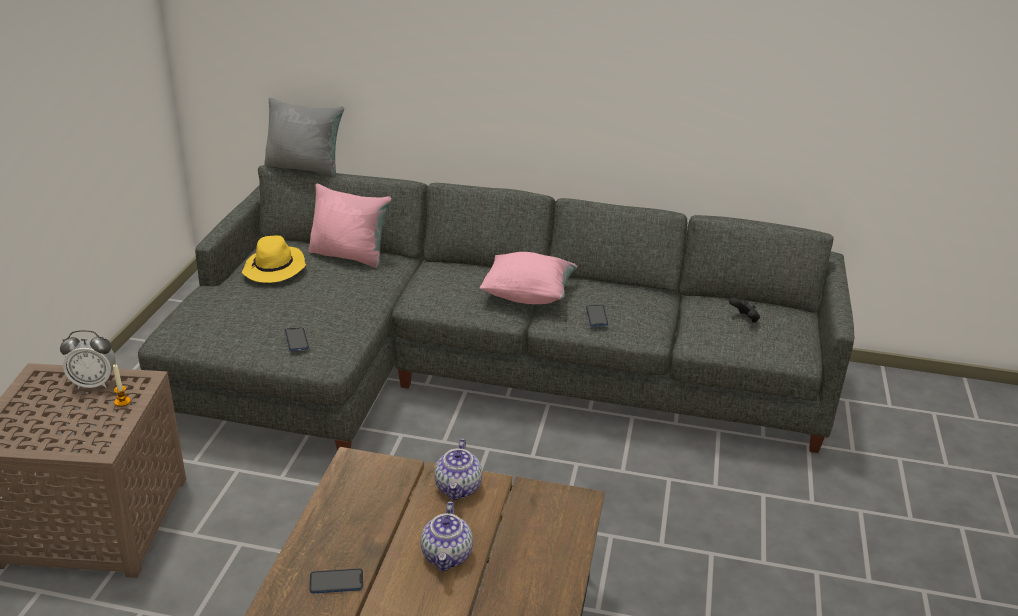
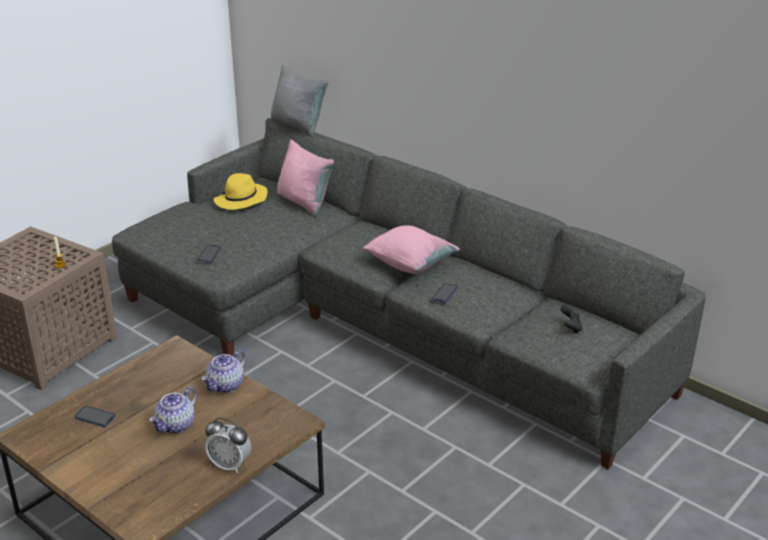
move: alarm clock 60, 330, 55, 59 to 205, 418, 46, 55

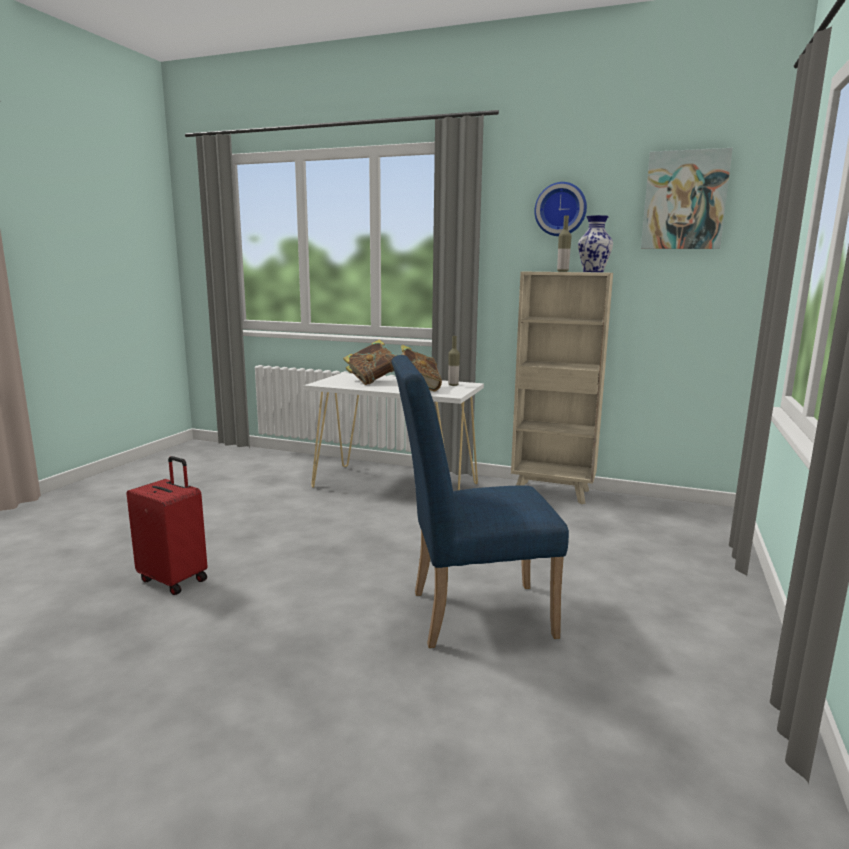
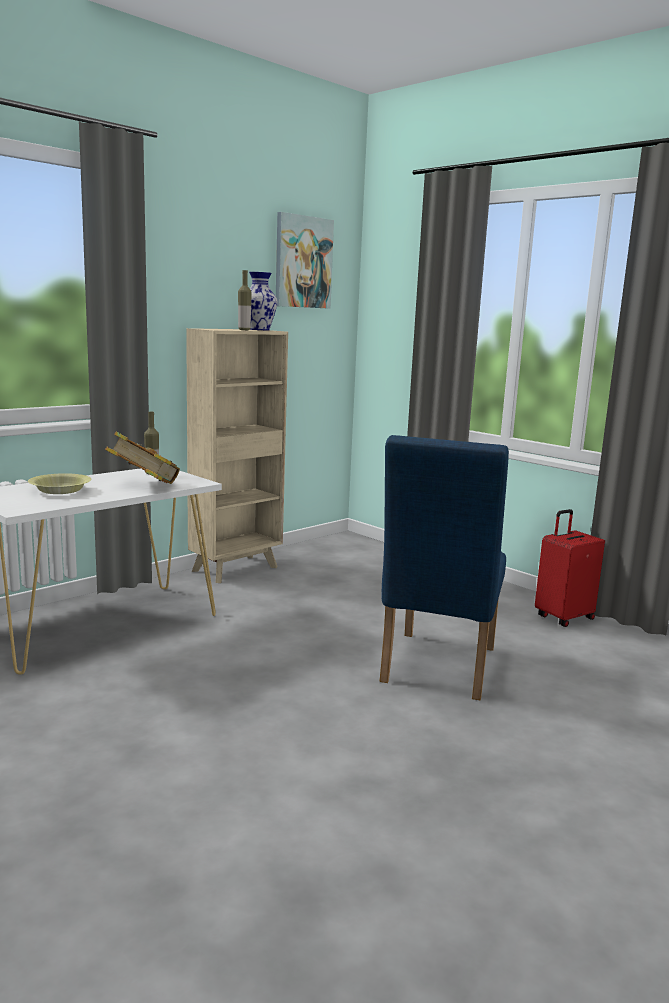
delete: wall clock 534, 182, 53, 54
move: red suitcase 127, 456, 80, 139 to 535, 509, 70, 118
replace: book 343, 339, 53, 46 to yellow bowl 28, 473, 64, 21

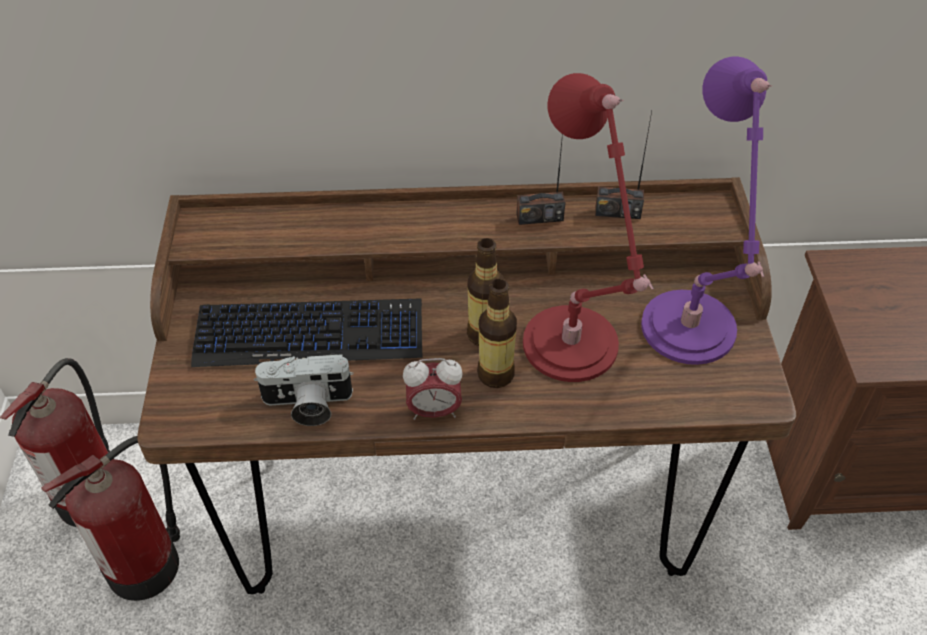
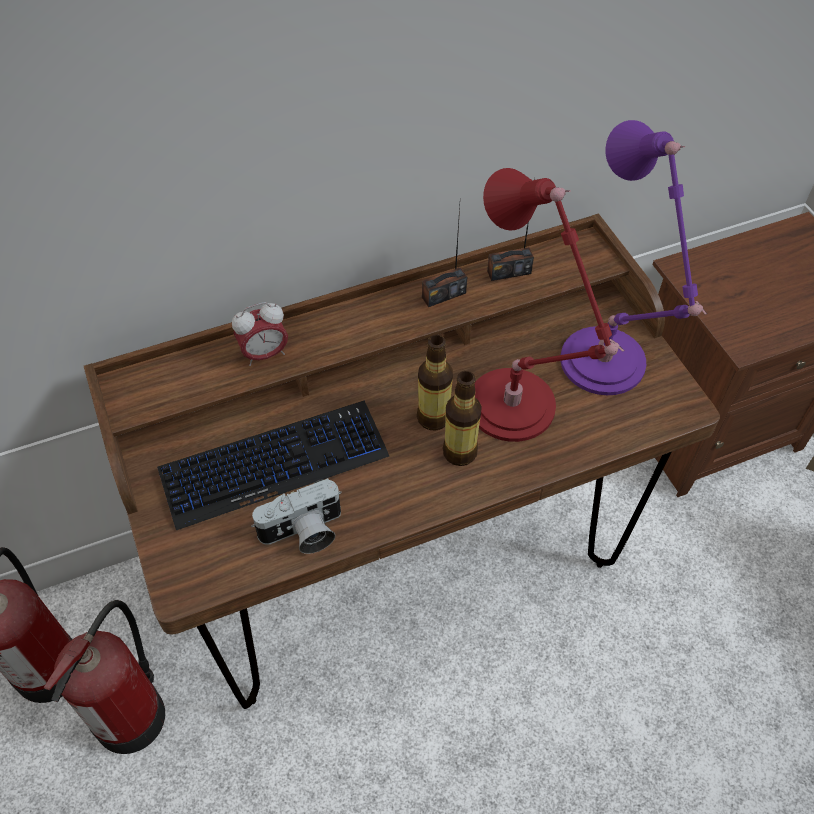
move: alarm clock 403, 358, 60, 62 to 232, 302, 56, 64

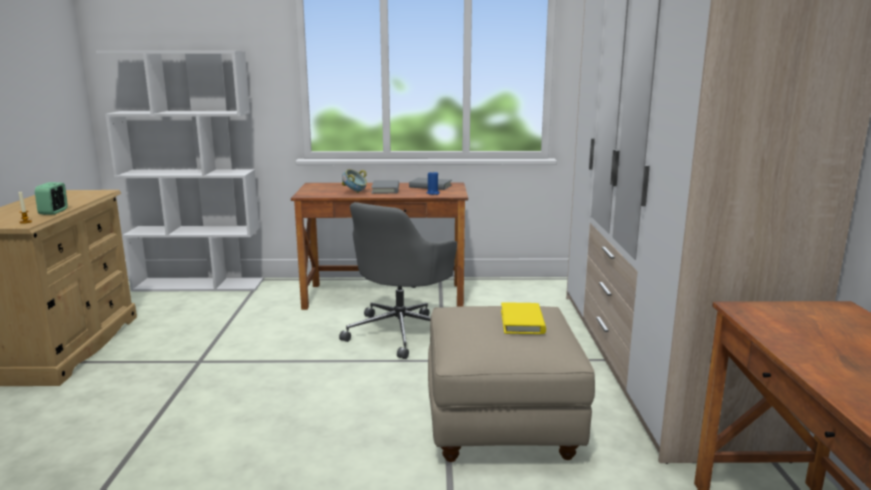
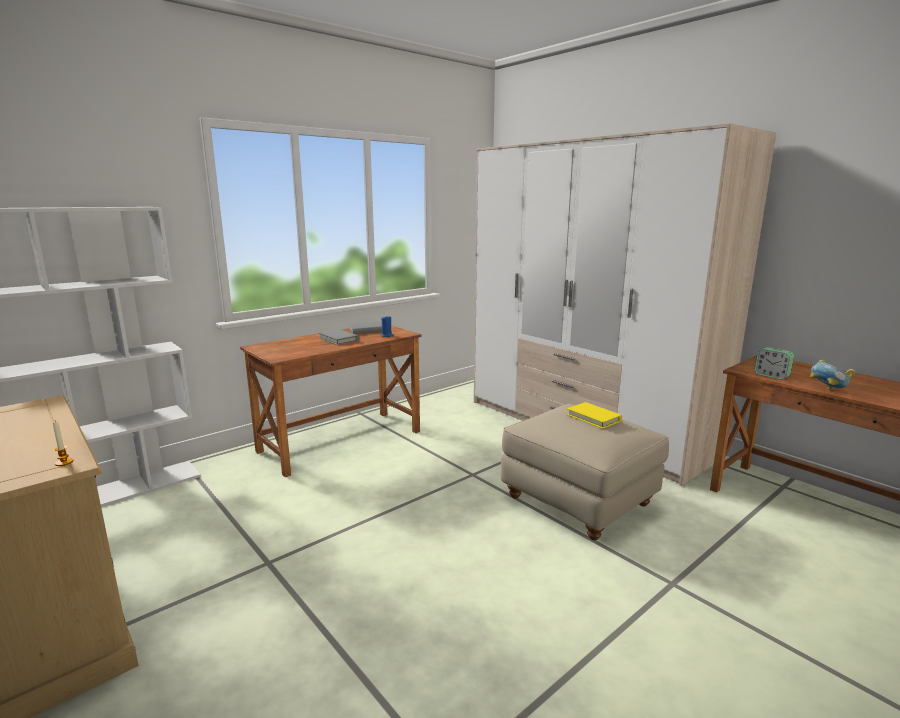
delete: grey office chair 339, 202, 118, 157
move: alarm clock 35, 182, 33, 33 to 754, 347, 40, 32; bowl 342, 169, 25, 24 to 810, 360, 45, 30

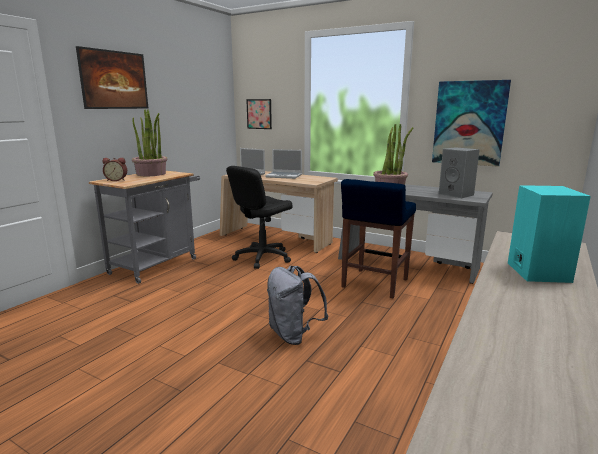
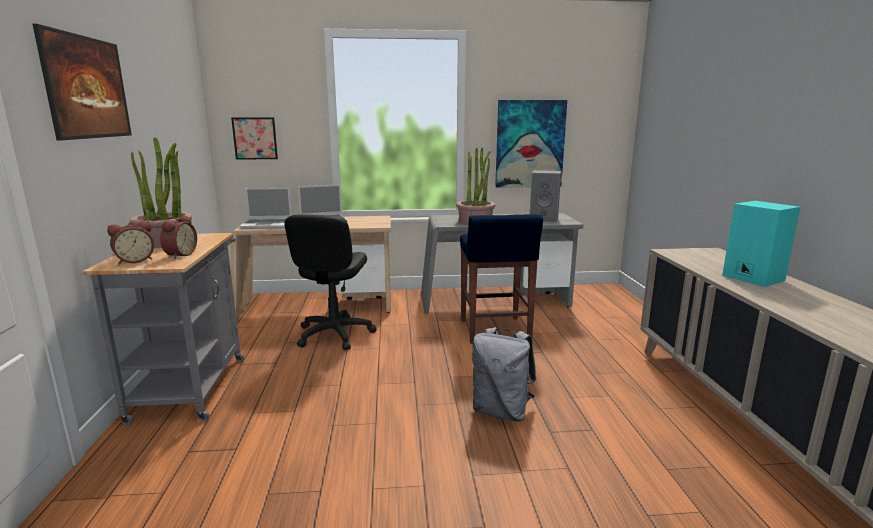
insert: alarm clock 160, 215, 37, 44

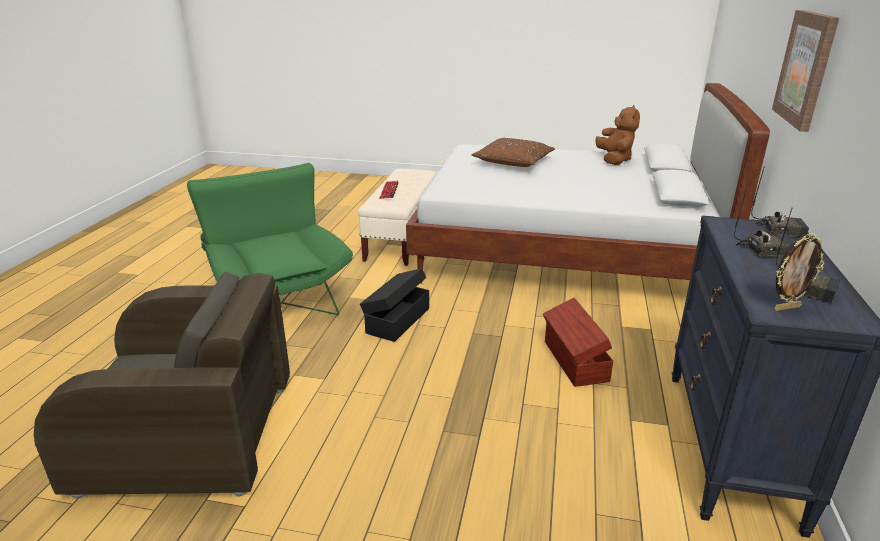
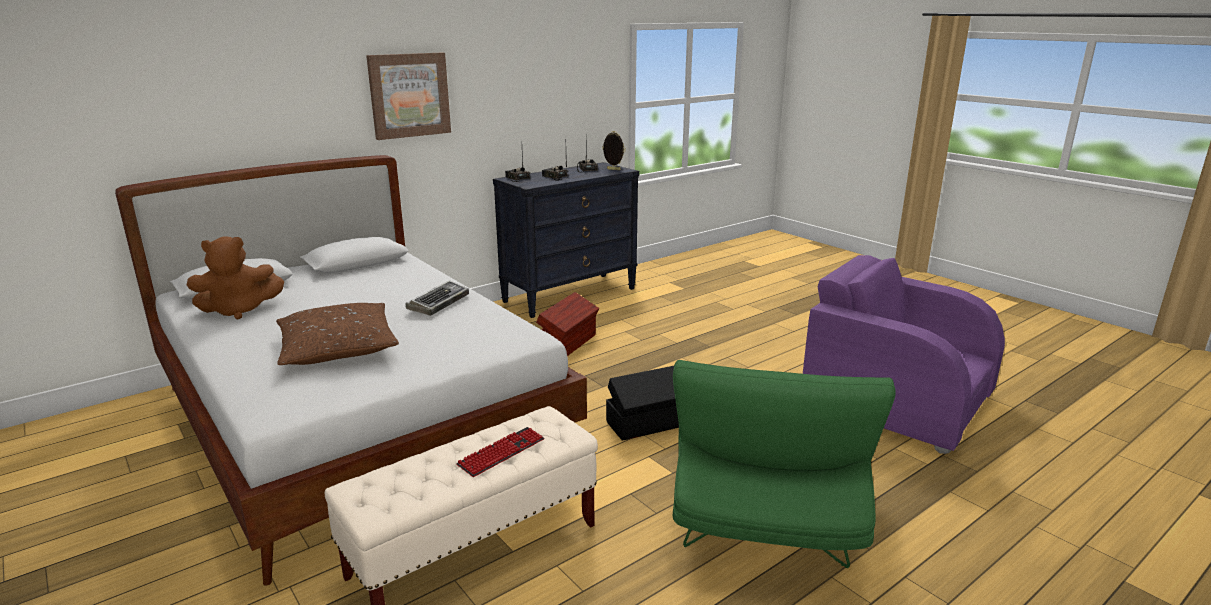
insert: keyboard 405, 280, 64, 36
recolor: brown armchair 34, 272, 256, 227 to purple armchair 803, 255, 202, 199
rotate: brown plush toy 595, 105, 45, 60 = 187, 236, 97, 84 150 degrees counterclockwise

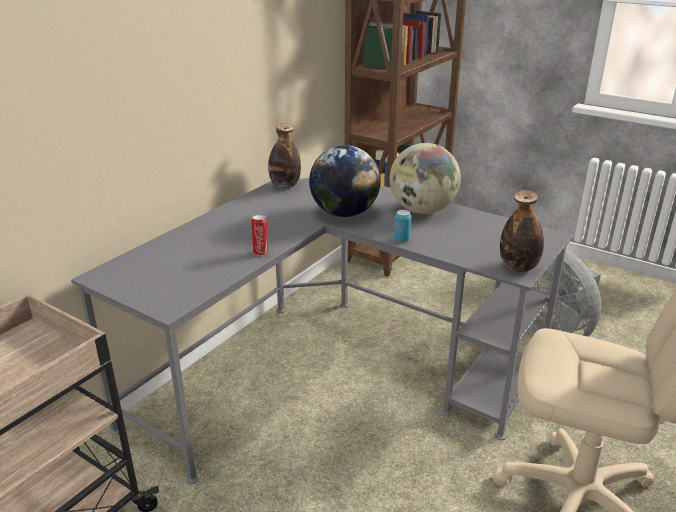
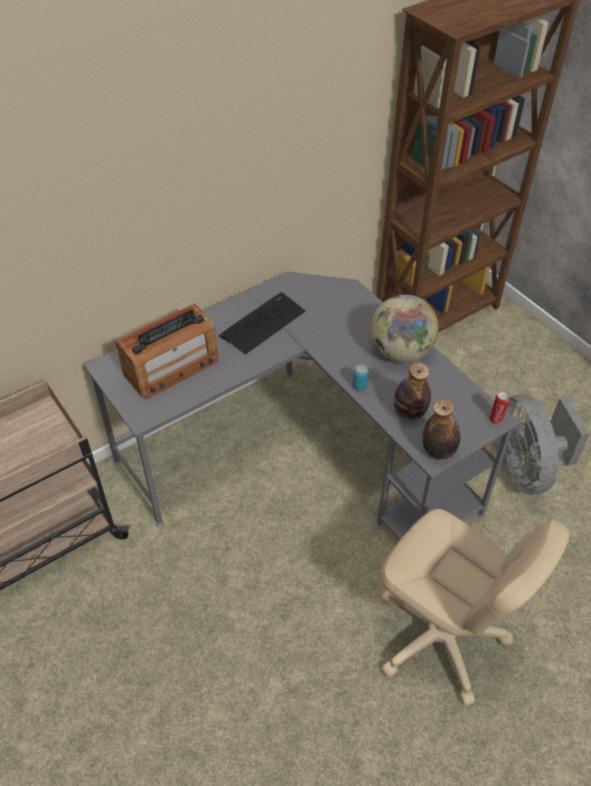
delete: globe 309, 145, 71, 72
insert: radio 115, 303, 104, 96; keyboard 219, 292, 86, 63
move: can 251, 215, 17, 41 to 490, 392, 20, 32; bottle 268, 123, 33, 65 to 394, 362, 37, 58

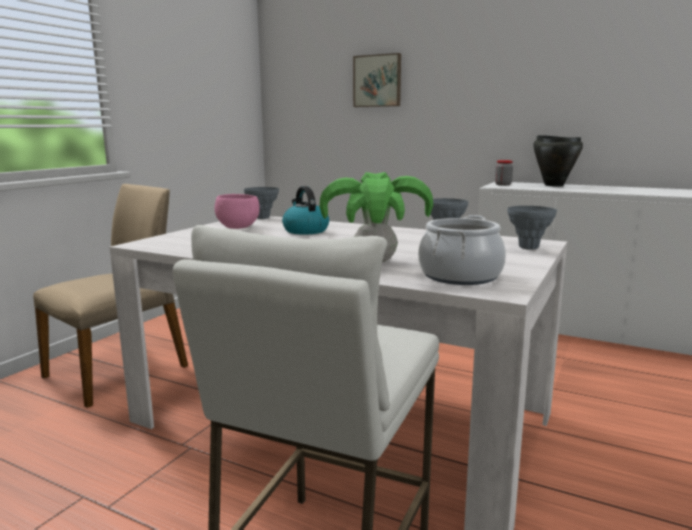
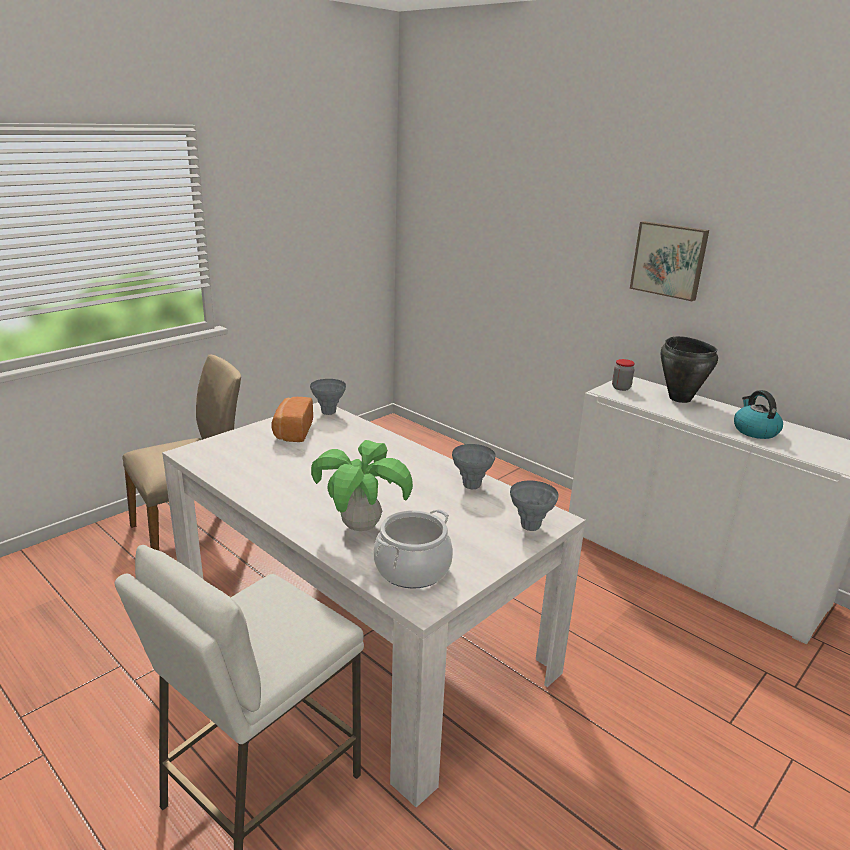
move: kettle 282, 186, 47, 49 to 734, 390, 49, 49; picture 353, 53, 48, 54 to 630, 221, 79, 80
replace: pink bowl 215, 194, 45, 35 to bread 272, 397, 41, 45

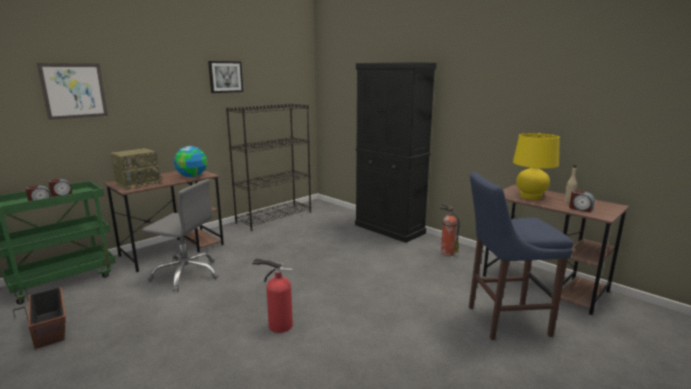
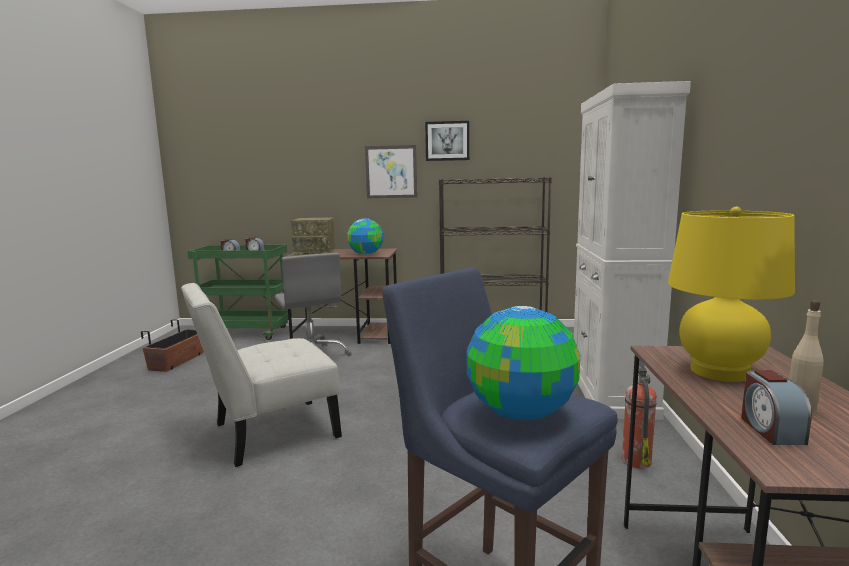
insert: globe 467, 306, 113, 114
move: picture 37, 63, 71, 57 to 365, 145, 52, 53
replace: fire extinguisher 252, 259, 41, 74 to white chair 181, 283, 161, 184
recolor: black cabinet 355, 62, 82, 181 to white cabinet 574, 81, 117, 339

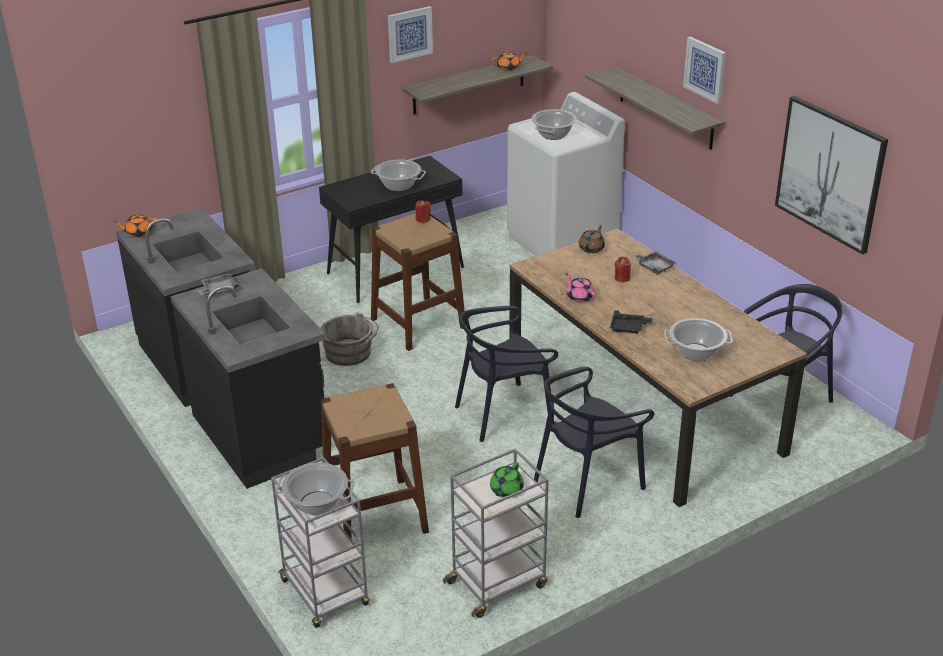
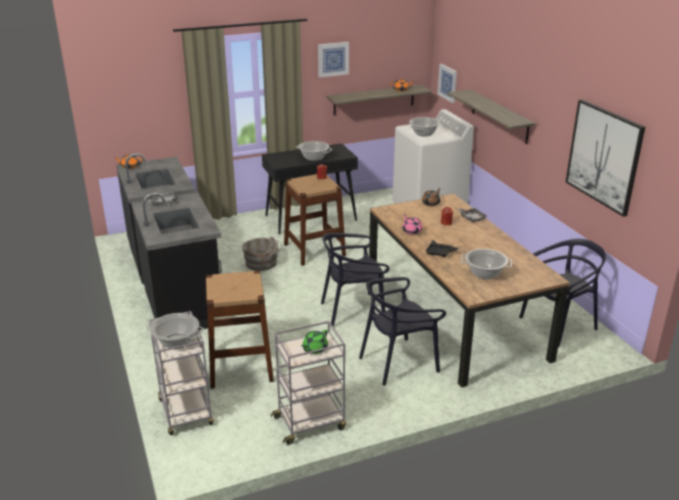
move: picture 683, 37, 43, 67 to 437, 64, 20, 39

